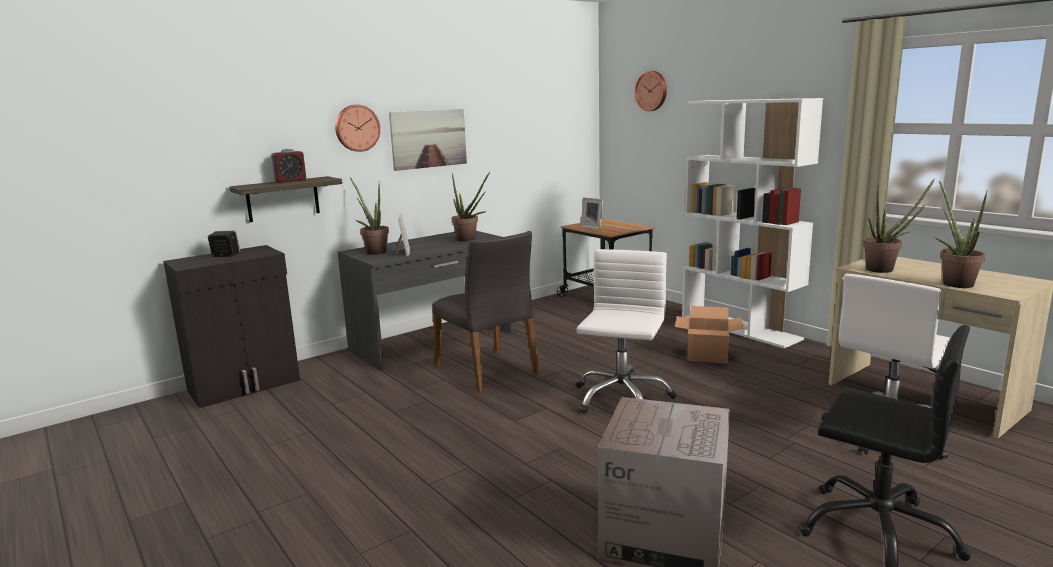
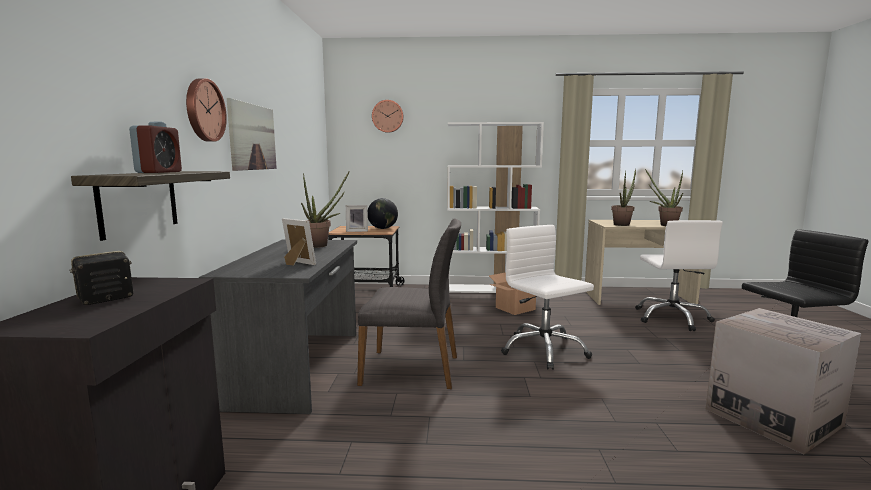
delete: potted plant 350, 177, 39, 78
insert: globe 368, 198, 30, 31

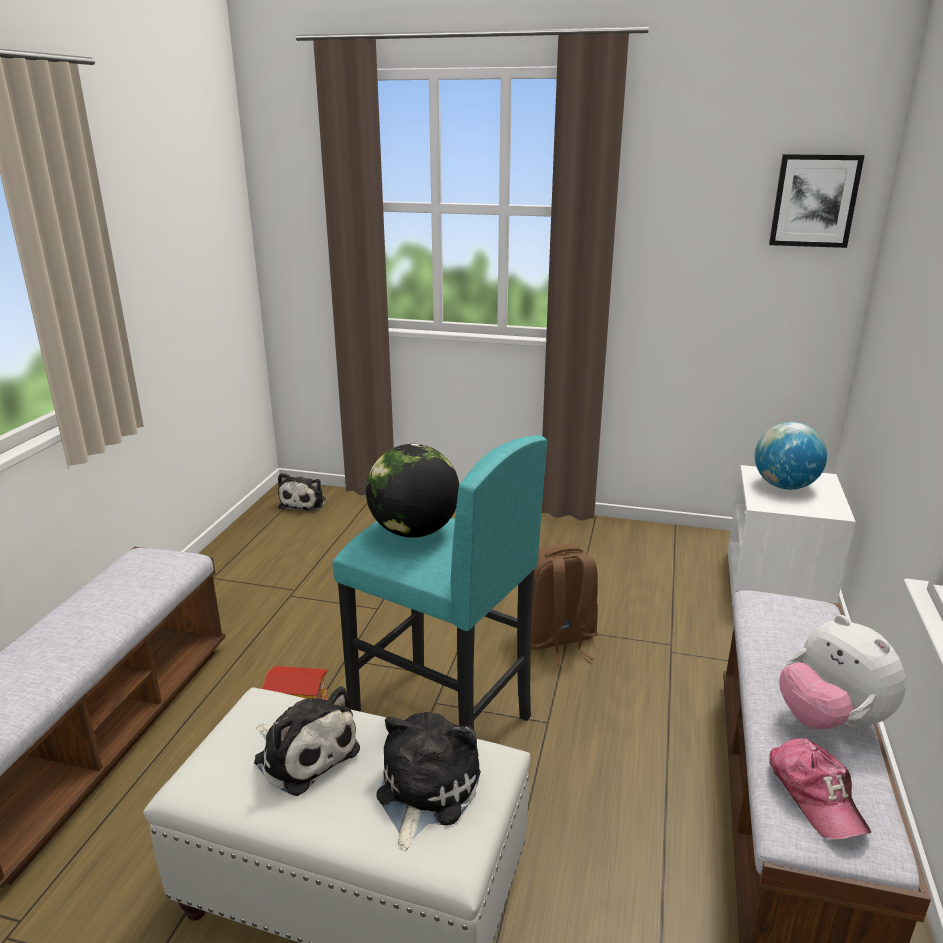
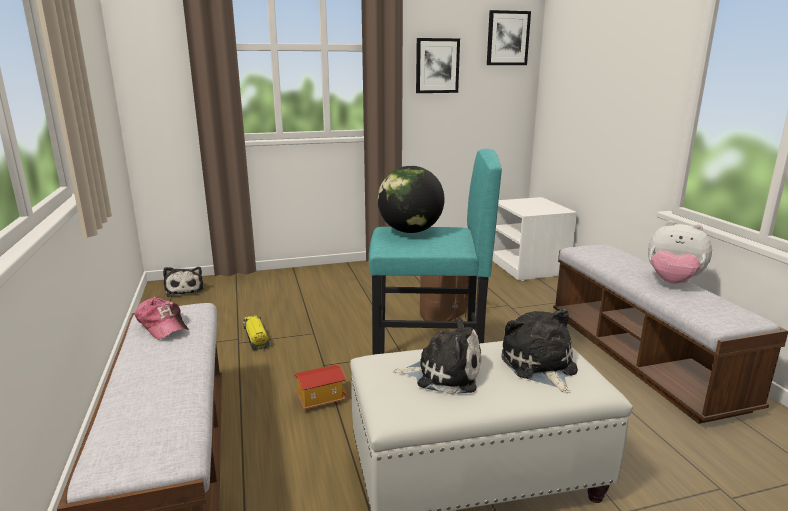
delete: globe 755, 422, 72, 68
insert: toy truck 243, 315, 26, 35; picture 416, 38, 44, 55
move: cap 769, 738, 102, 101 to 135, 297, 54, 43

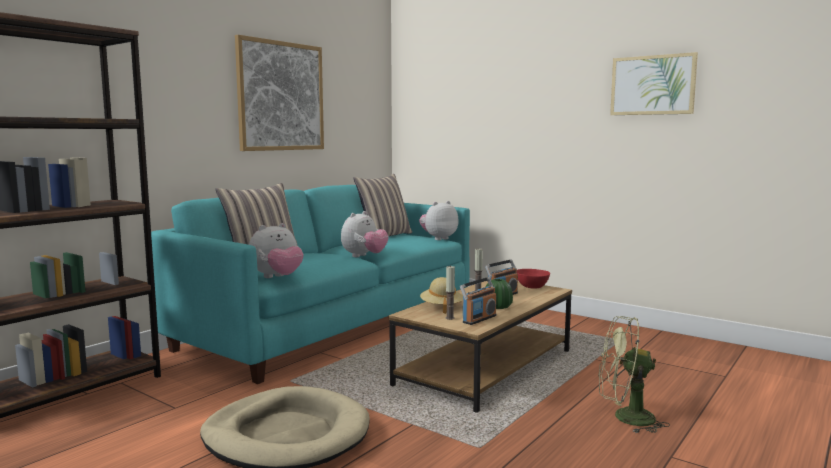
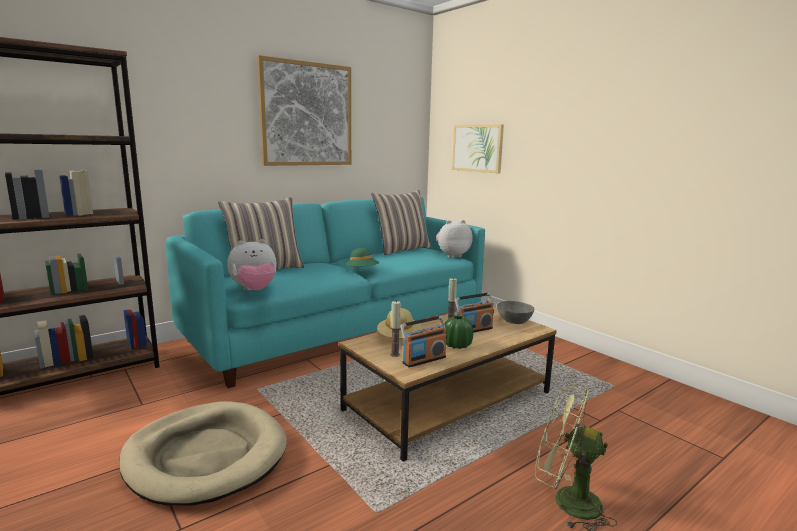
move: picture 610, 52, 88, 63 to 452, 124, 52, 49
replace: plush toy 341, 211, 48, 46 to green hat 345, 248, 34, 20
recolor: red bowl 517, 269, 33, 19 to grey bowl 497, 301, 37, 23

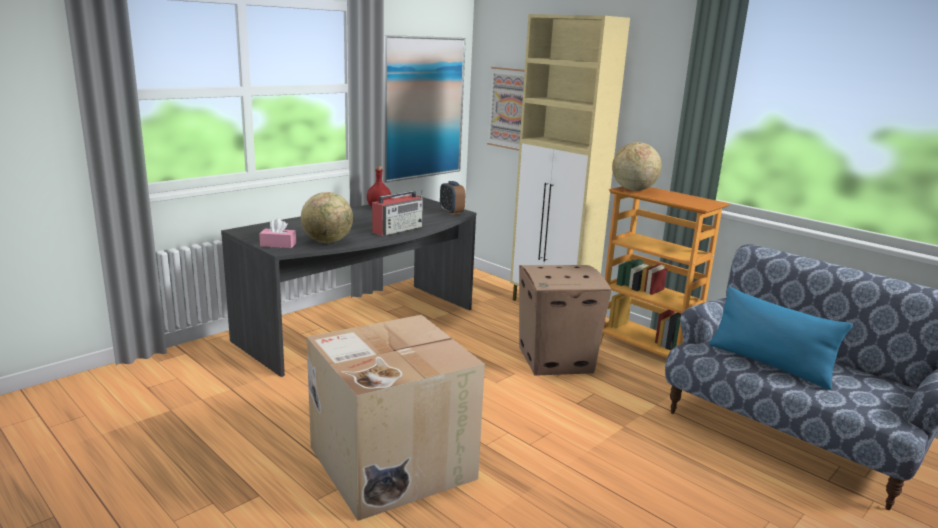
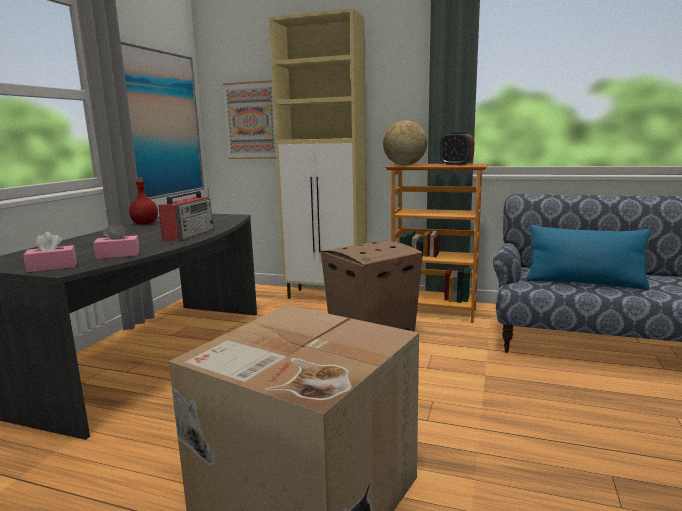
move: alarm clock 440, 181, 25, 34 to 440, 132, 34, 33
replace: globe 301, 192, 52, 51 to pink tissue box 93, 223, 47, 36

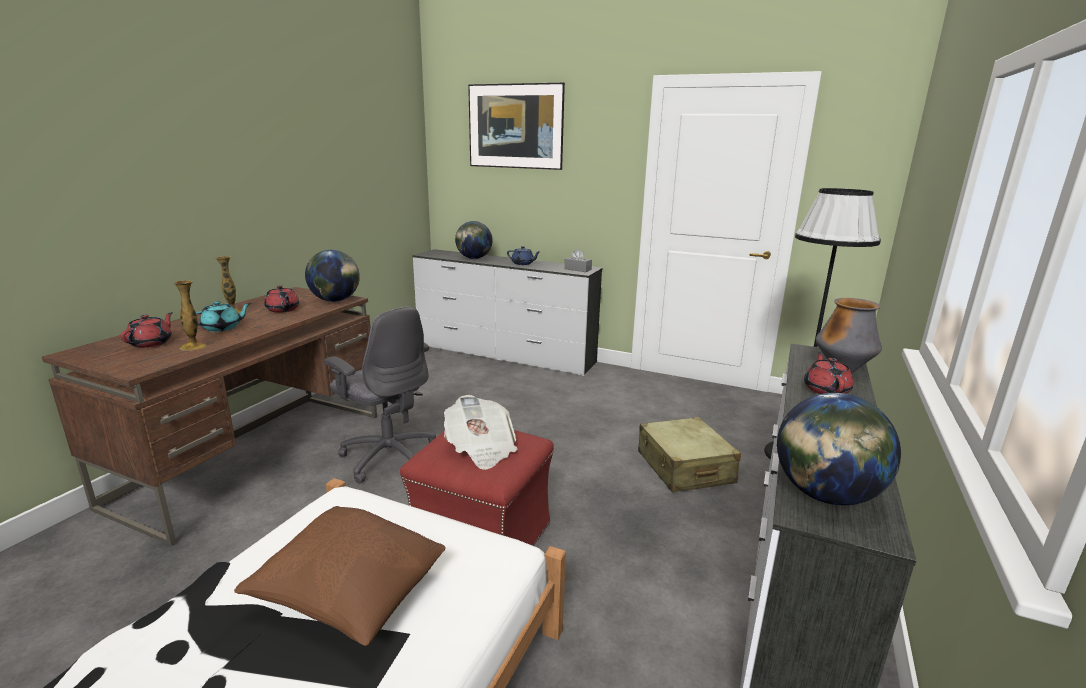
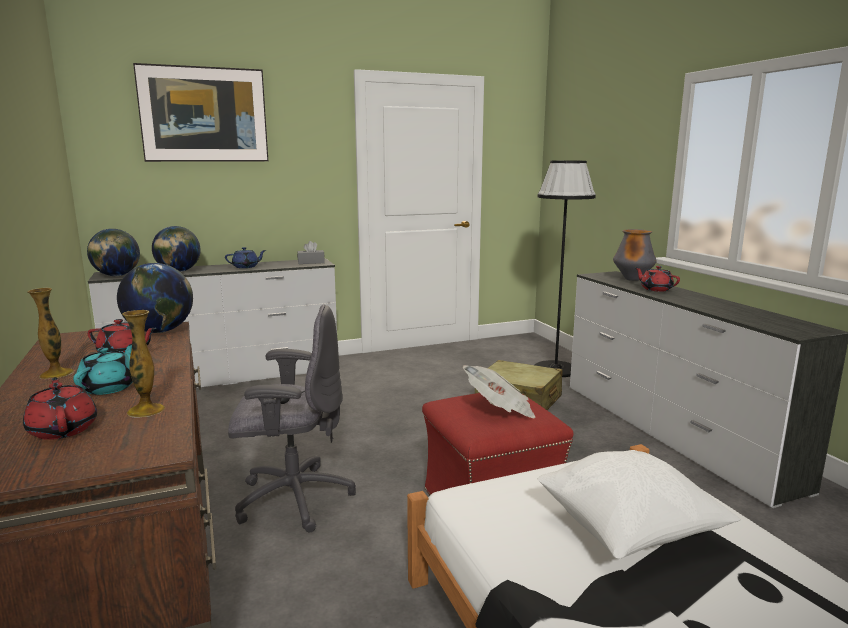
move: globe 777, 393, 124, 112 to 87, 229, 53, 47
recolor: brown pillow 234, 506, 212, 140 to white pillow 538, 451, 203, 108

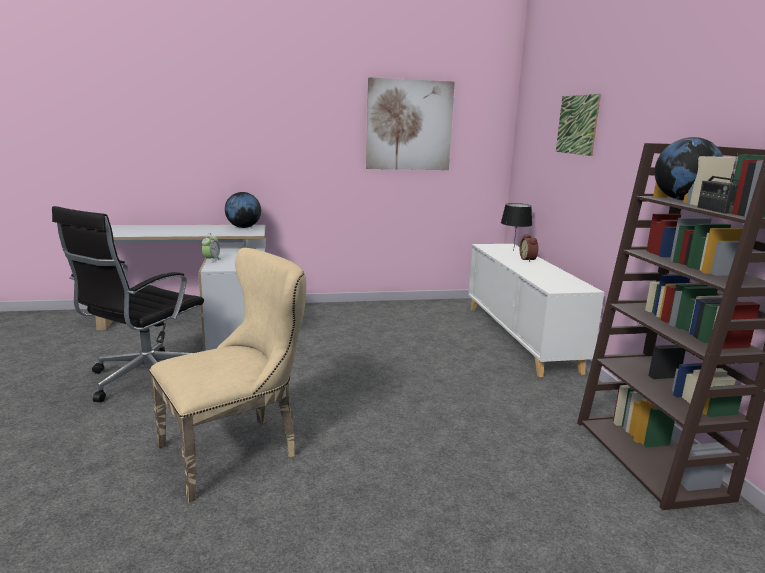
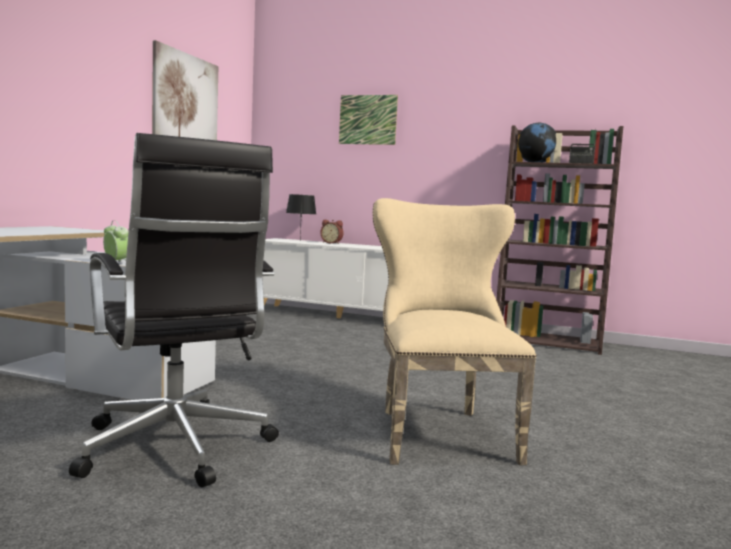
delete: globe 225, 192, 36, 36

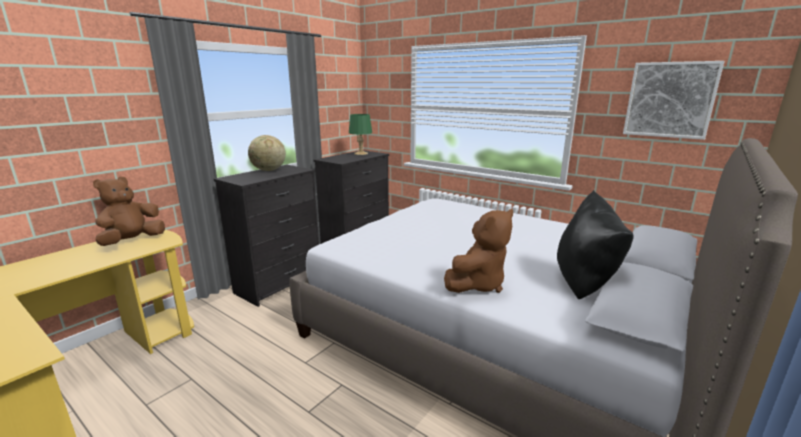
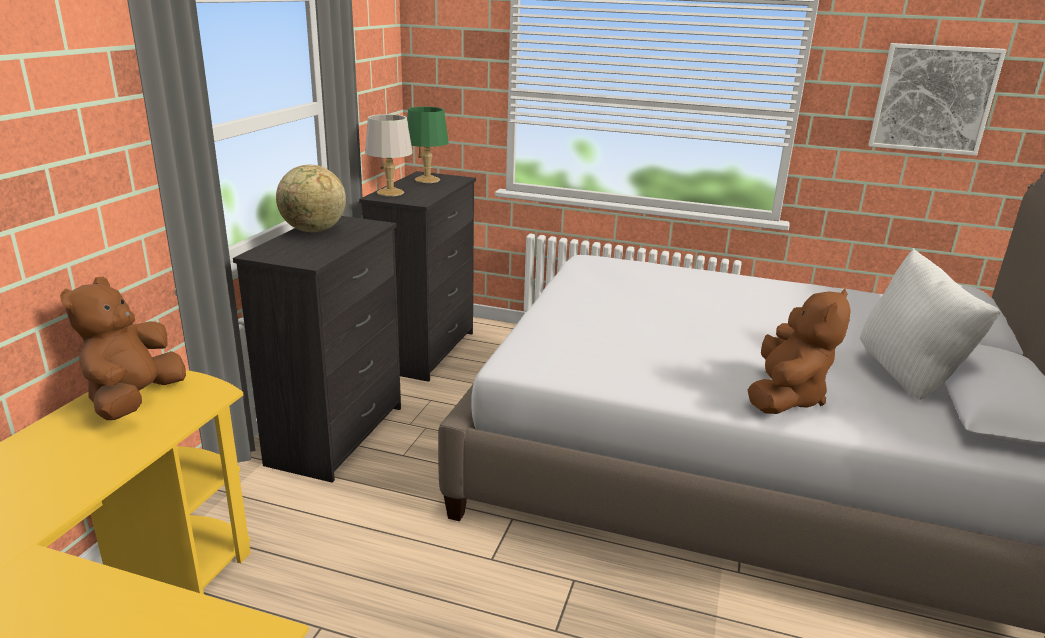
insert: grey table lamp 365, 114, 48, 82
recolor: black pillow 557, 190, 77, 109 to white pillow 860, 248, 140, 152

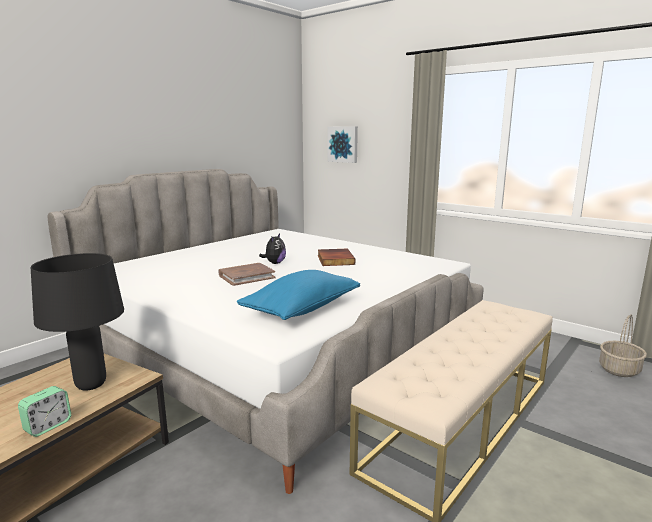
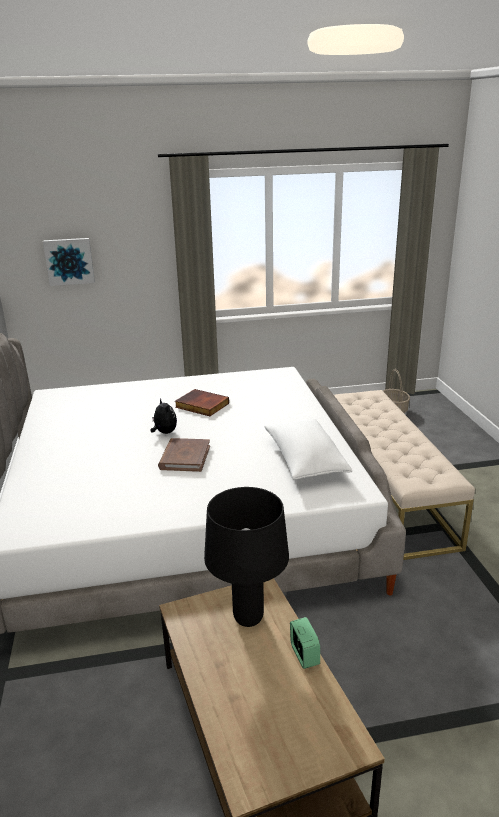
recolor: blue pillow 237, 270, 123, 50 to white pillow 264, 418, 88, 62

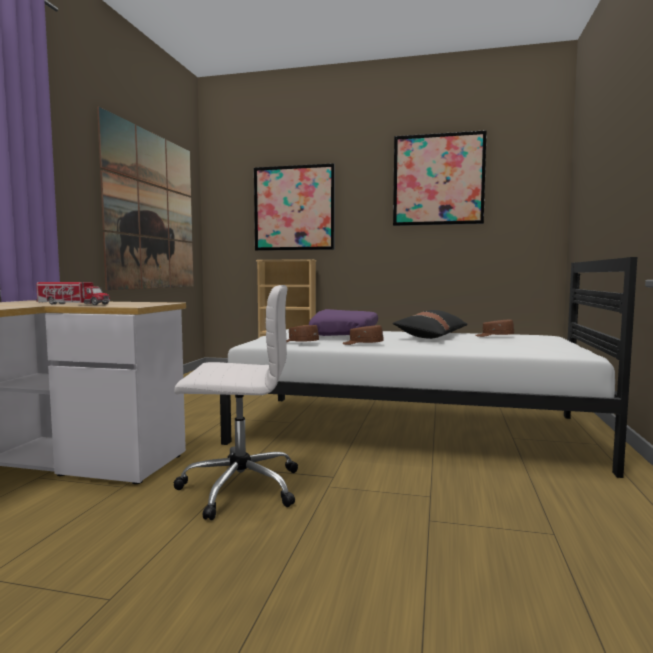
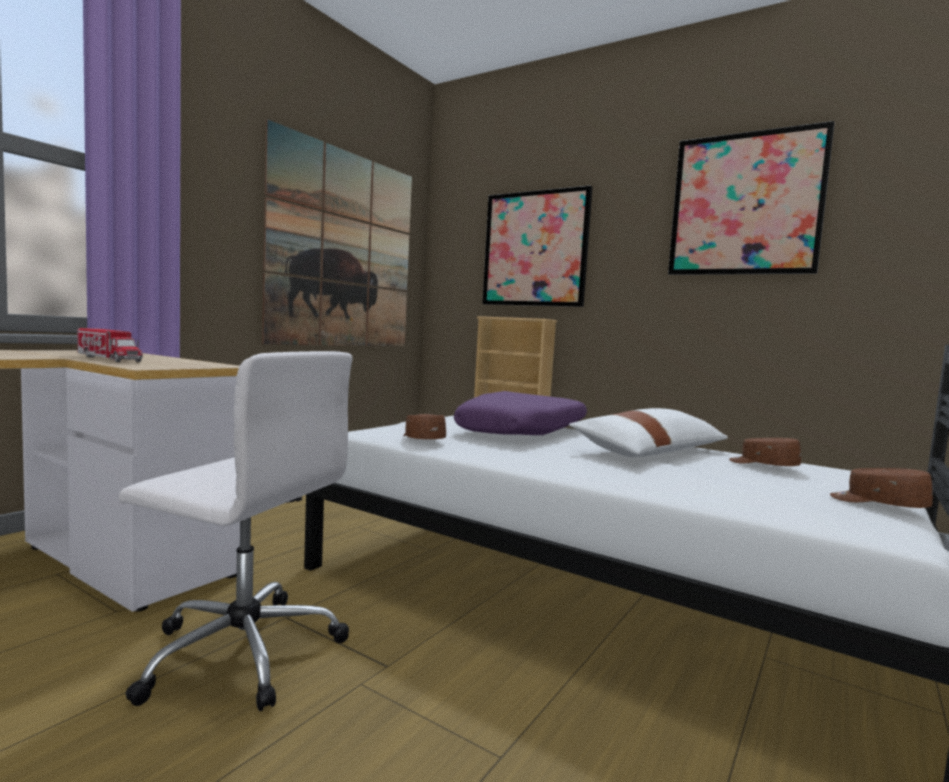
move: brown cap 343, 325, 41, 20 to 830, 468, 103, 40
recolor: black pillow 393, 310, 75, 29 to white pillow 569, 408, 159, 49

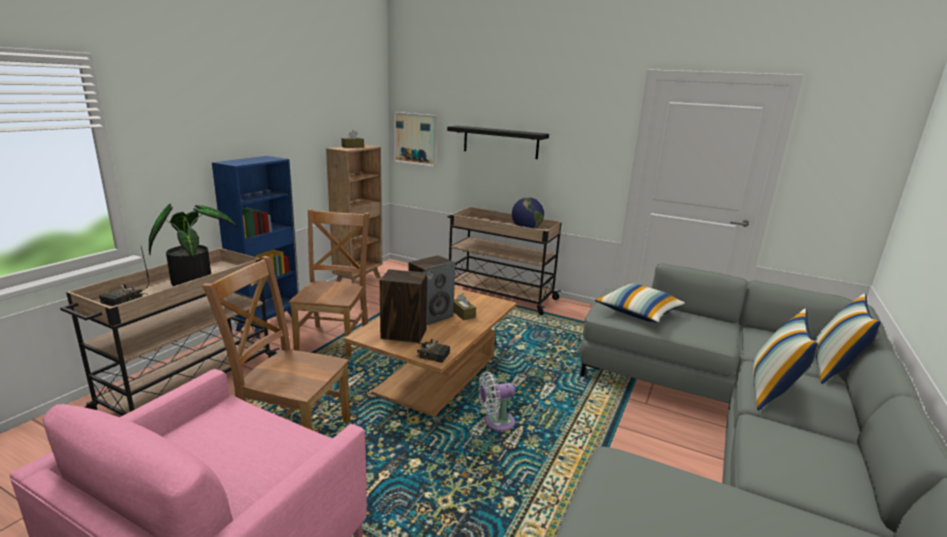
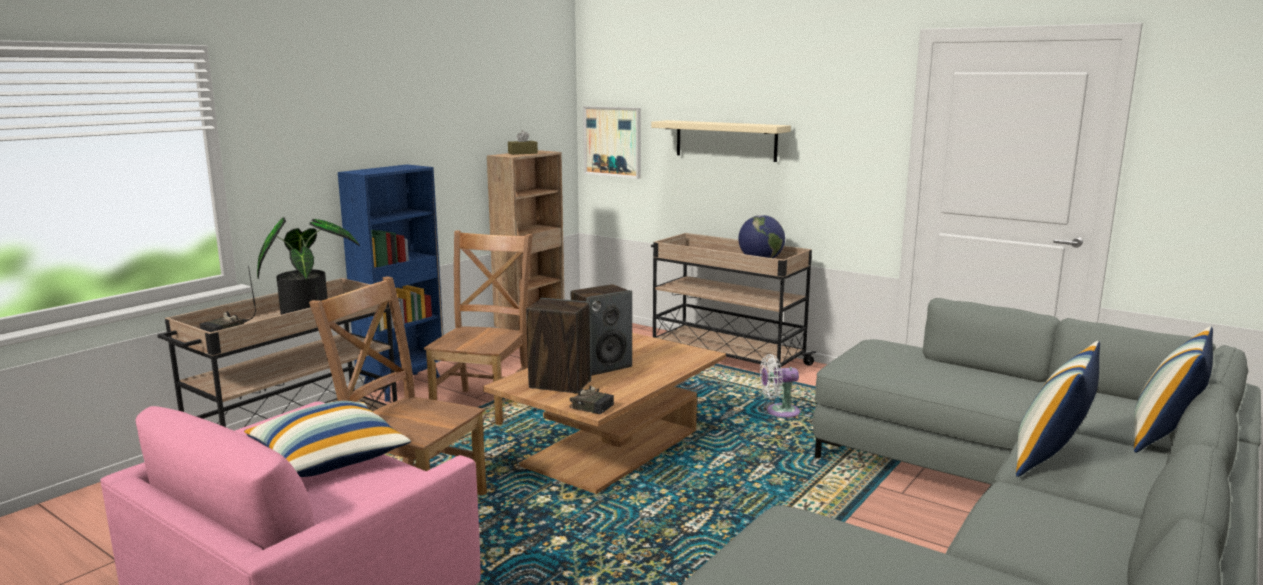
delete: brown tissue box 454, 293, 22, 28
move: white fan 478, 372, 37, 59 to 760, 354, 40, 63; pillow 595, 284, 90, 38 to 244, 401, 167, 76
recolor: black shelf 447, 126, 102, 33 to beige shelf 651, 120, 140, 42

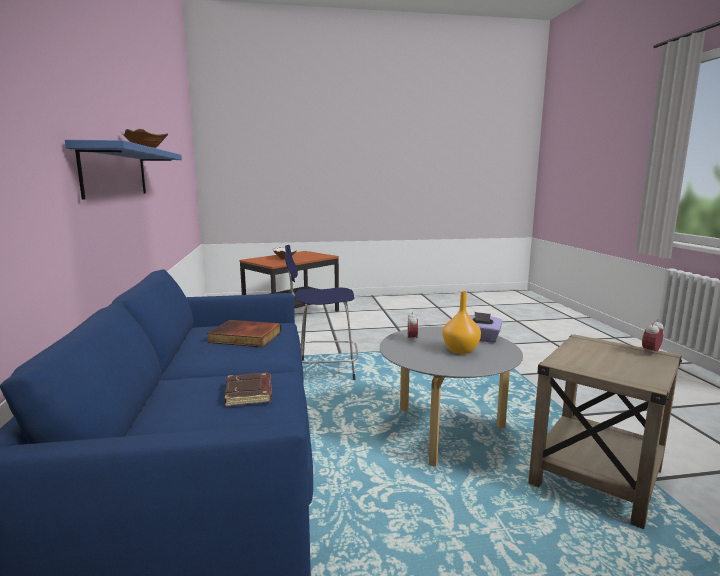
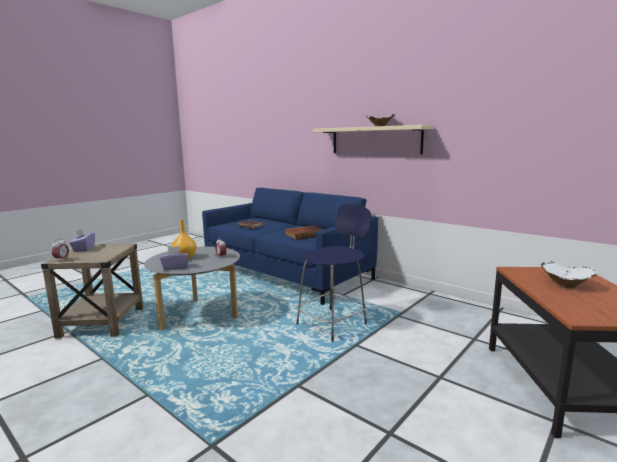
insert: purple tissue box 69, 229, 26, 23
recolor: blue shelf 65, 140, 117, 60 to beige shelf 313, 125, 121, 29

